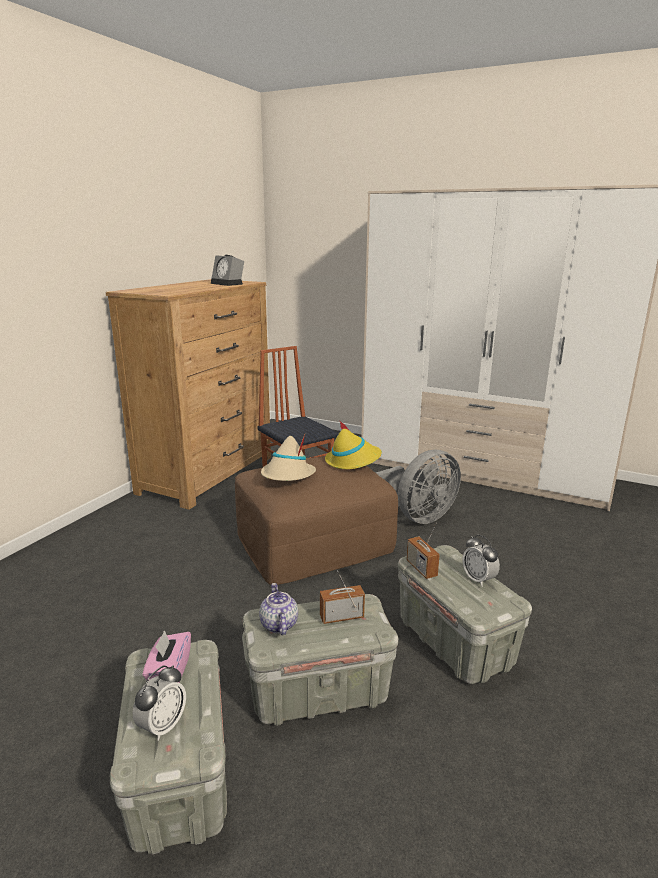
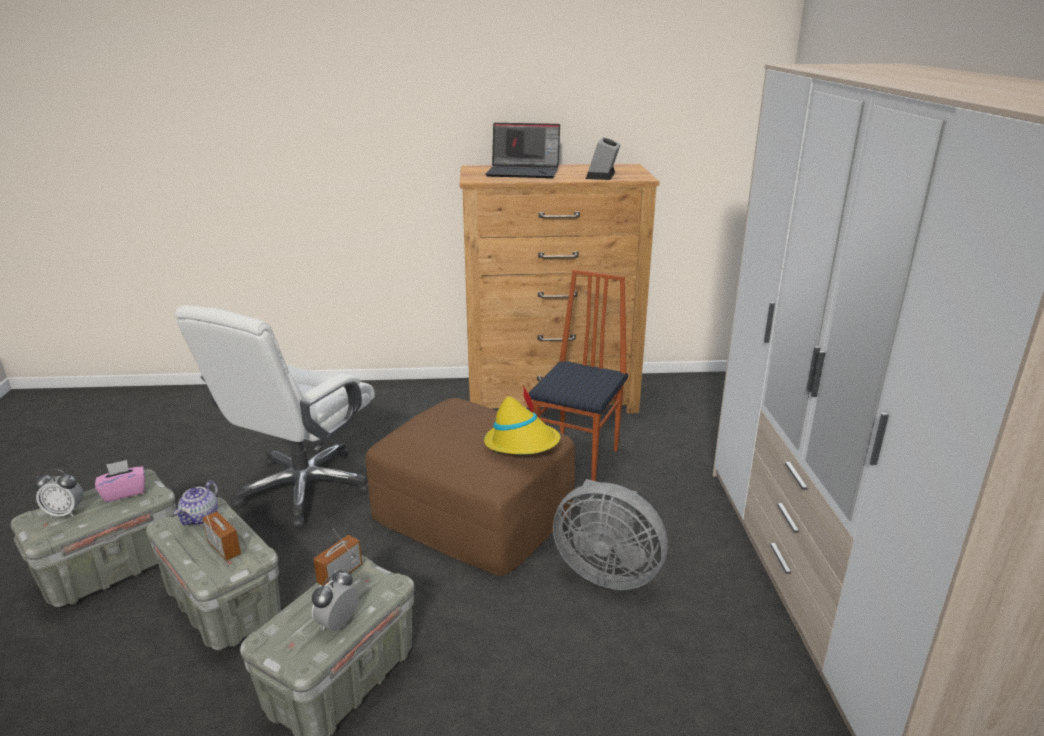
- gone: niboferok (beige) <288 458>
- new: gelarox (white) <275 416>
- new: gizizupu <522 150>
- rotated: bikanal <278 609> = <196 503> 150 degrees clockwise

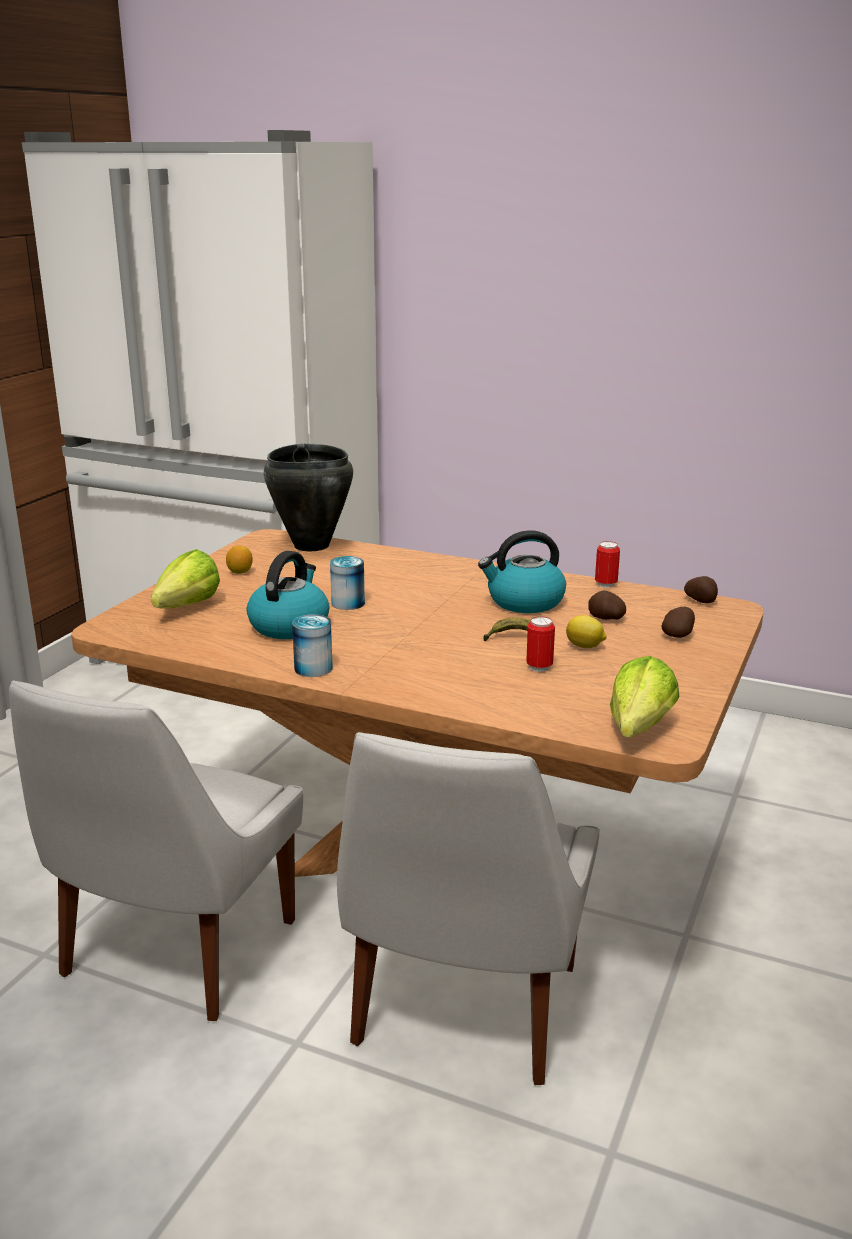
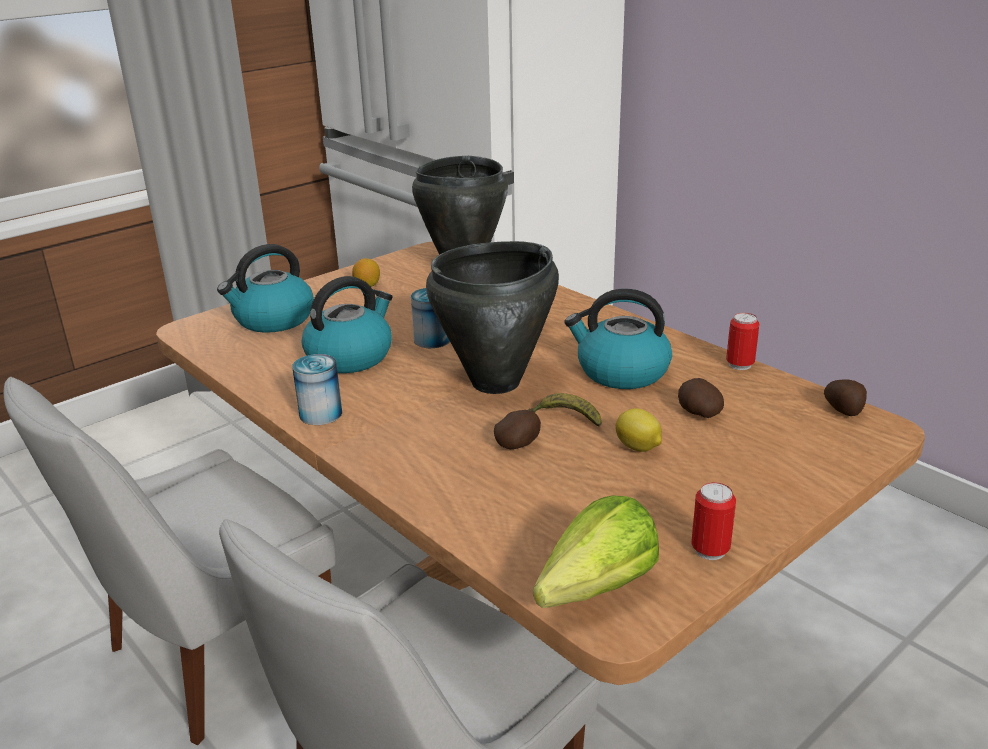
- new: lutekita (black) <492 317>
- shifted: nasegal <540 644> to <713 521>
- shifted: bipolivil <678 622> to <517 429>
- swapped: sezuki <185 579> to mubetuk <265 288>

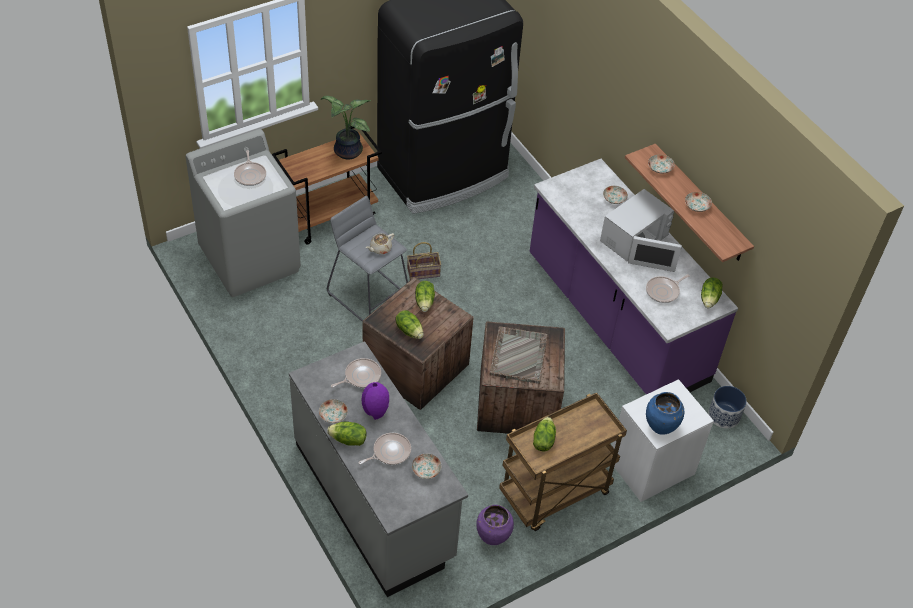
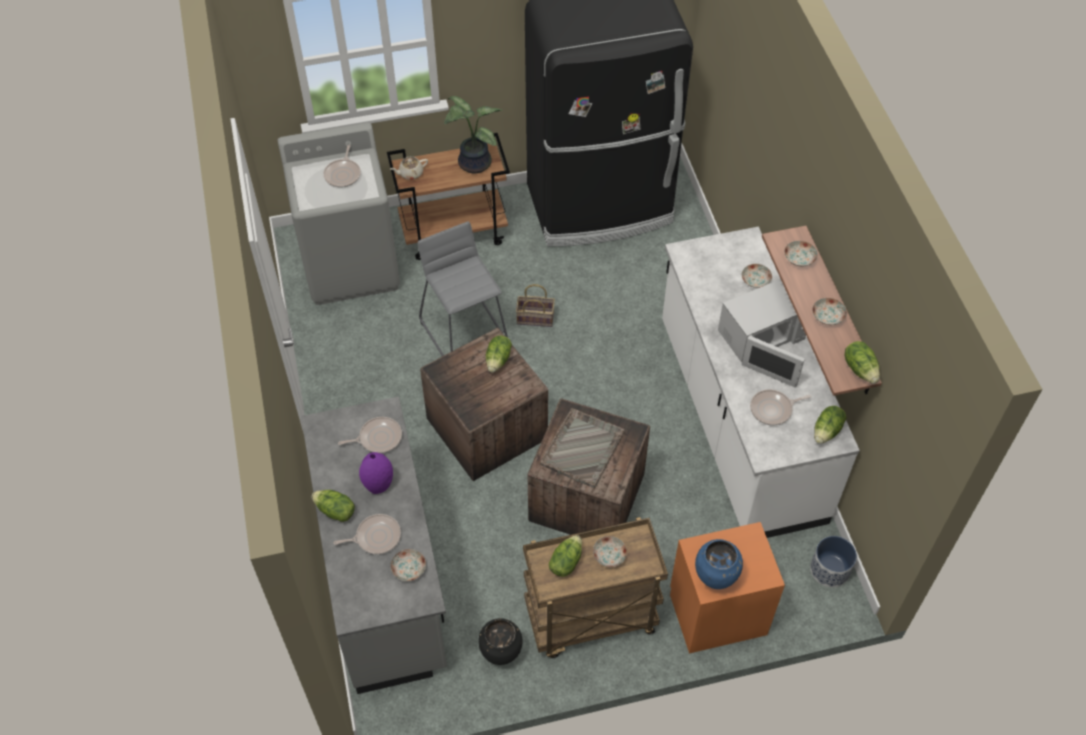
- shifted: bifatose <333 411> to <610 551>
- shifted: bikanal (beige) <380 243> to <409 168>
- shifted: sezuki <410 324> to <862 362>
- repainted: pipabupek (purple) <495 525> to pipabupek (black) <500 641>
- repainted: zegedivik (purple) <633 276> to zegedivik (white) <761 382>
- repainted: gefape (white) <663 440> to gefape (orange) <727 587>

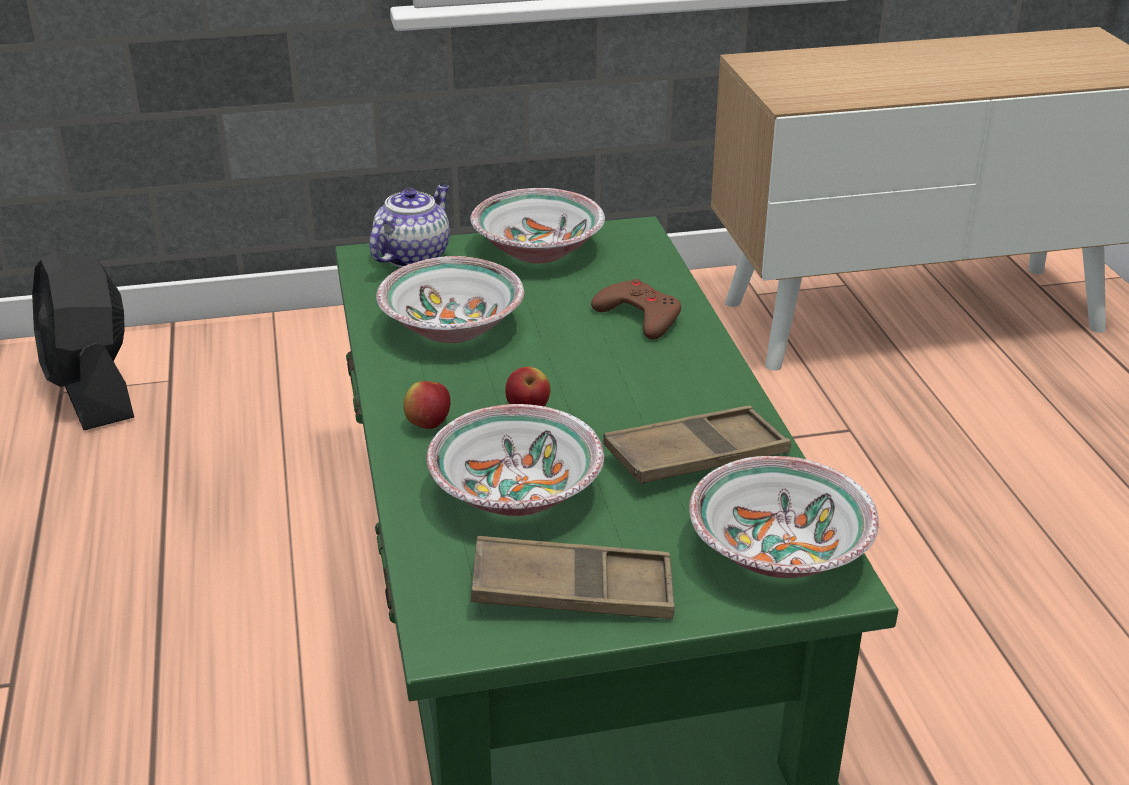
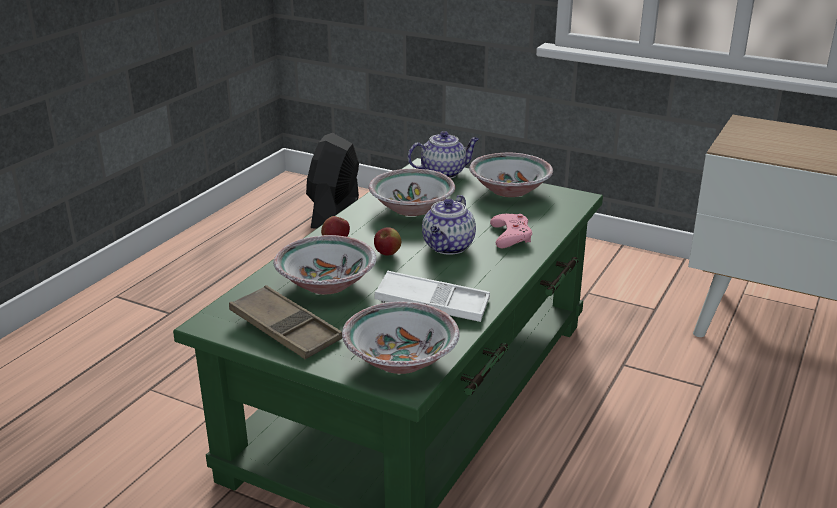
- new: bikanal <449 224>
- repainted: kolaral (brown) <636 309> to kolaral (pink) <511 231>
- repainted: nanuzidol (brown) <697 445> to nanuzidol (white) <432 296>

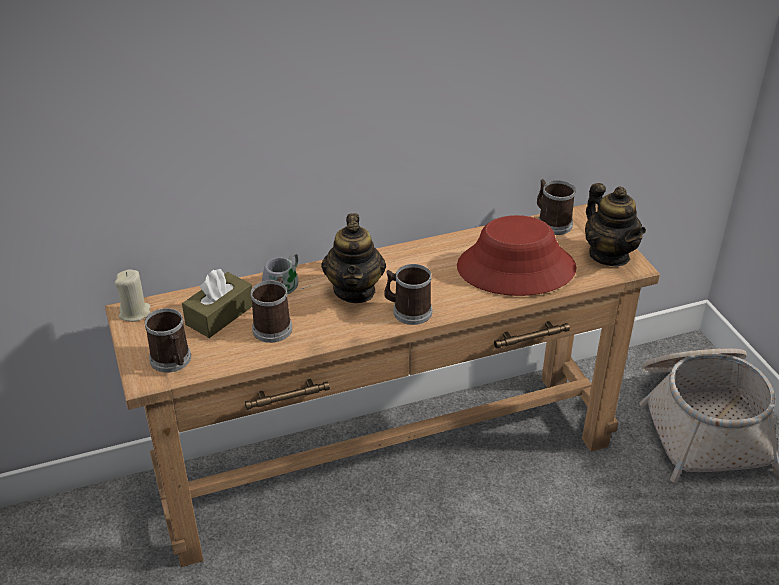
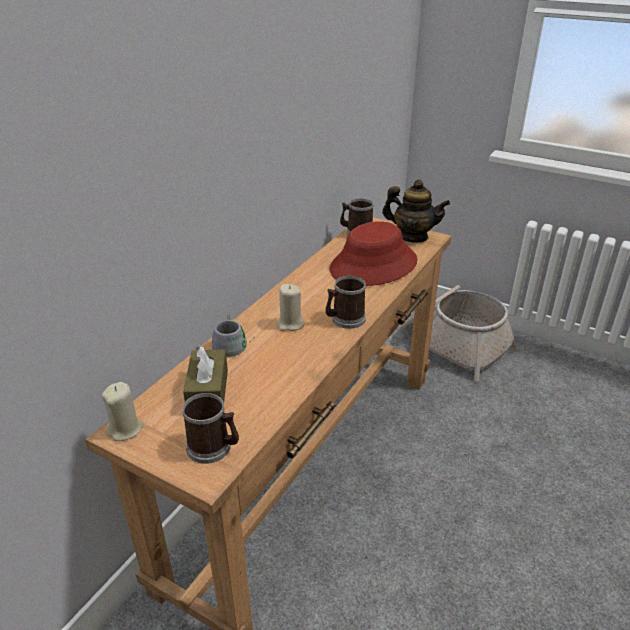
- gone: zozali <271 310>
- swapped: bikanal <353 258> to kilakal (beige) <291 307>

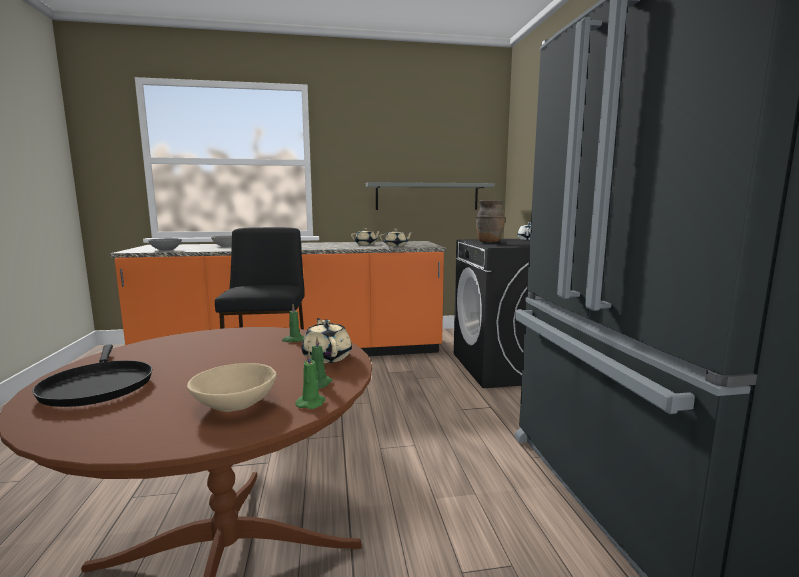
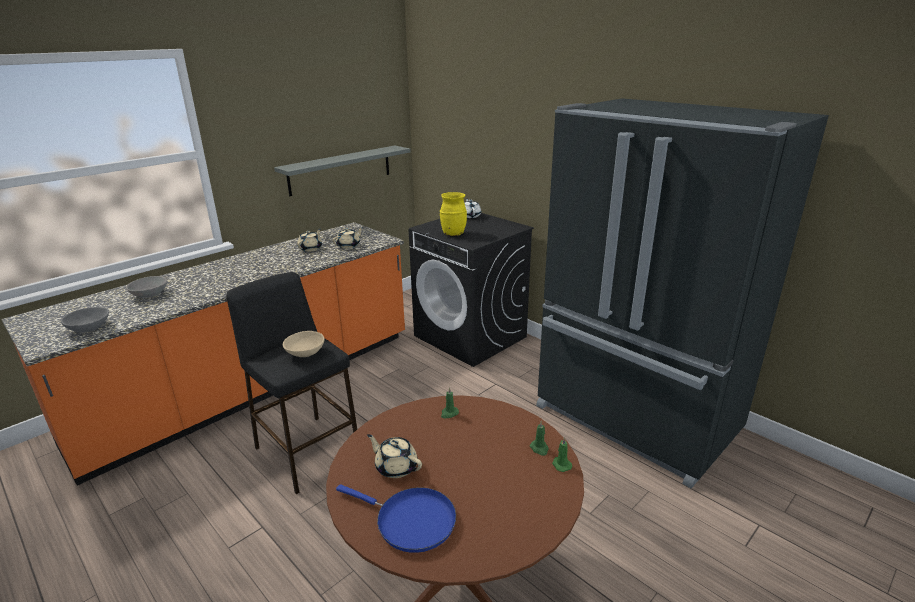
- shifted: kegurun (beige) <232 387> to <303 344>
- shifted: bikanal (beige) <327 340> to <394 456>
- repainted: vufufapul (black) <92 375> to vufufapul (blue) <396 518>
- repainted: pipabupek (brown) <490 221> to pipabupek (yellow) <453 214>

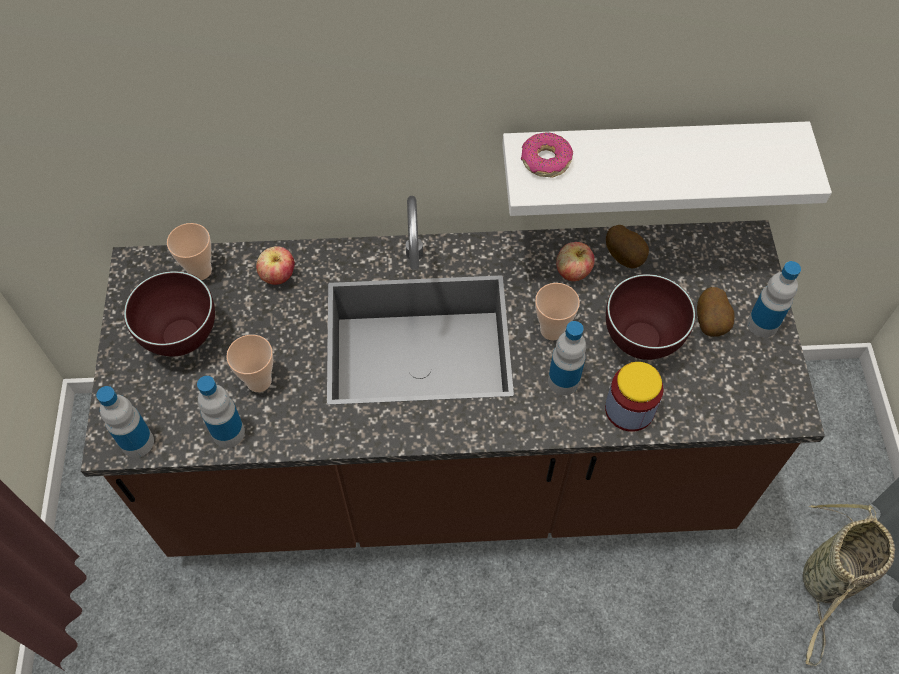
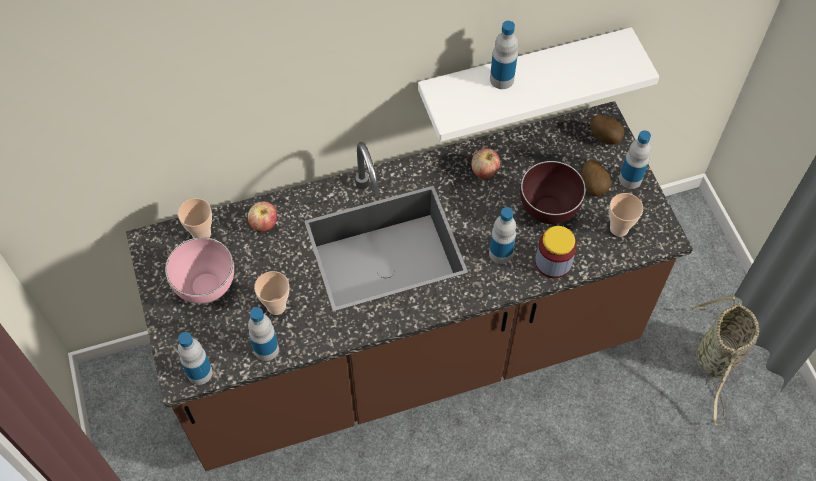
- gone: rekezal <547 154>
- new: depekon <504 55>
- shifted: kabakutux <557 312> to <626 215>
- shifted: bipolivil <627 247> to <607 129>
- repainted: kegurun (brown) <169 313> to kegurun (pink) <199 270>

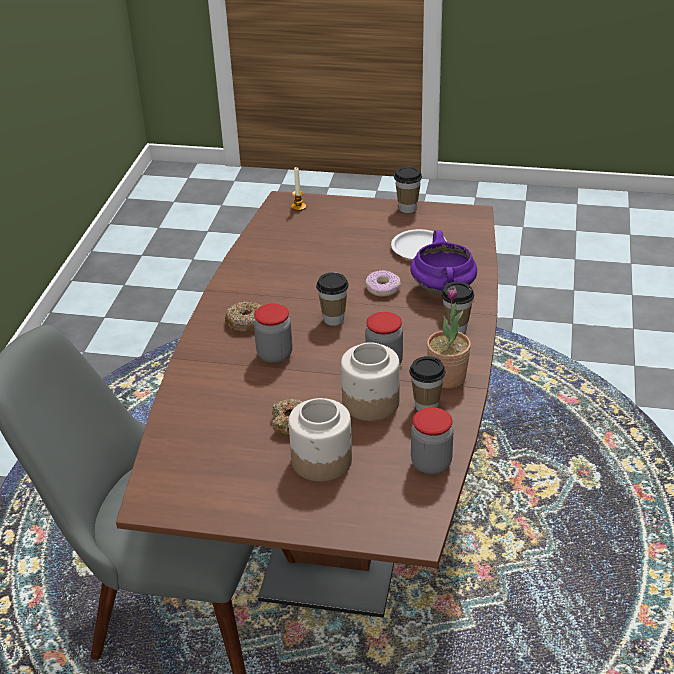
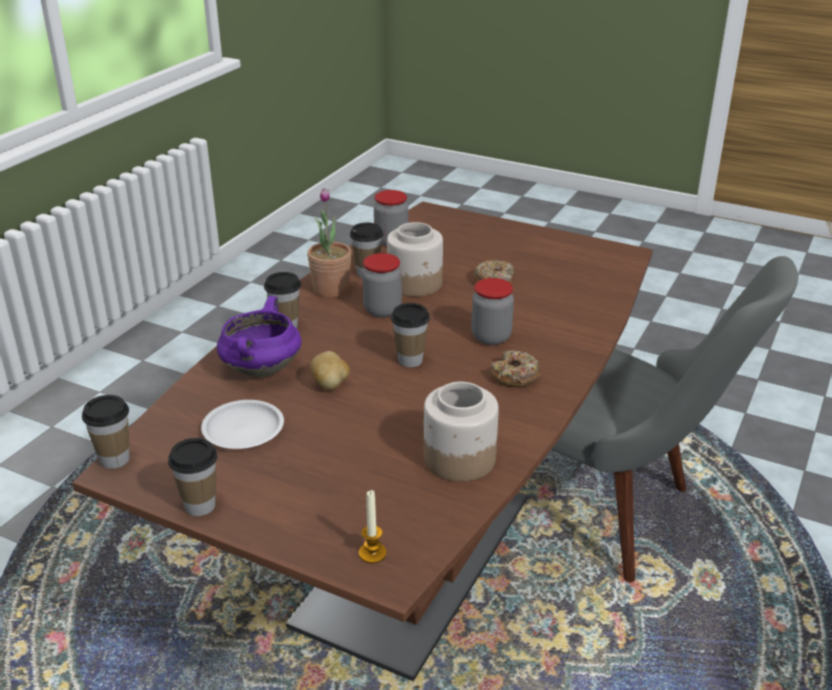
- new: kabakutux <106 432>
- shifted: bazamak <320 440> to <461 432>
- swapped: rekezal <383 283> to bipolivil <330 370>

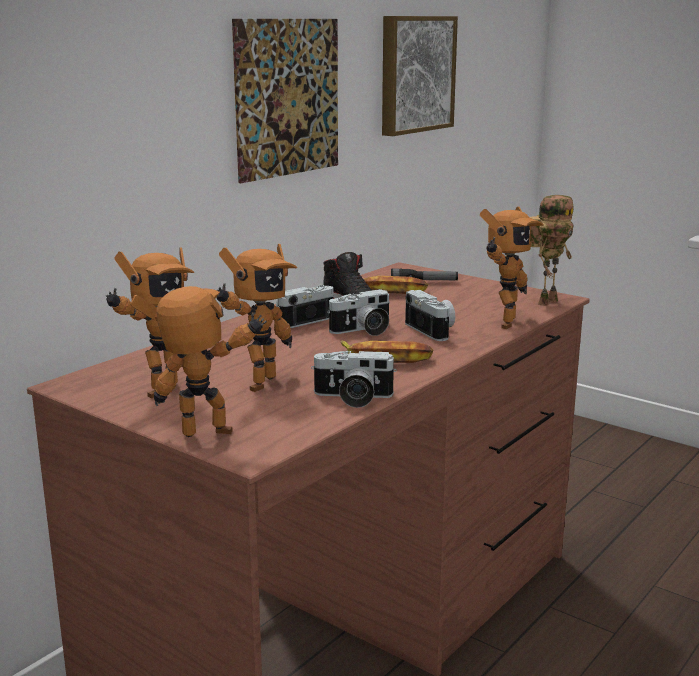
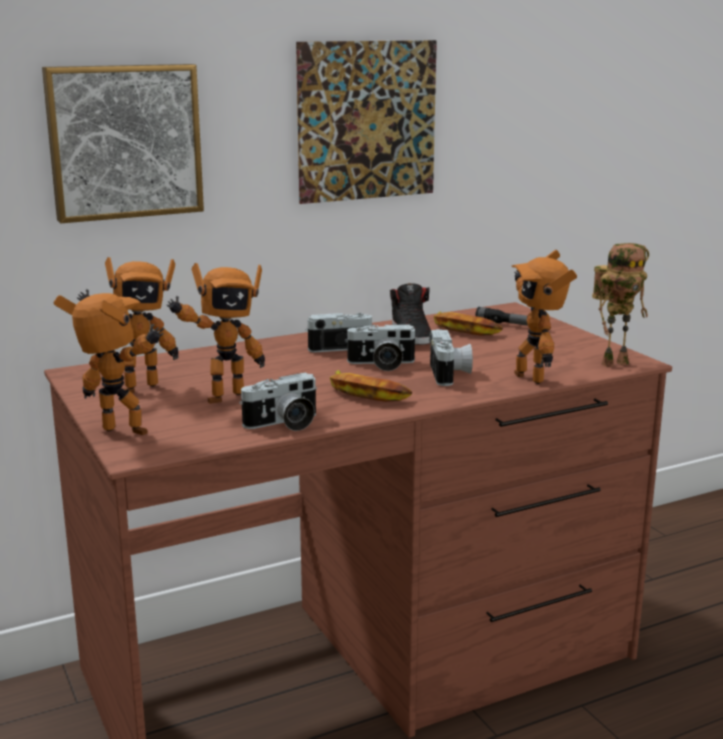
- shifted: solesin <420 76> to <123 143>
- rotated: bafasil <354 379> = <278 401> 60 degrees counterclockwise
- rotated: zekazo <512 268> = <544 317> 105 degrees clockwise

